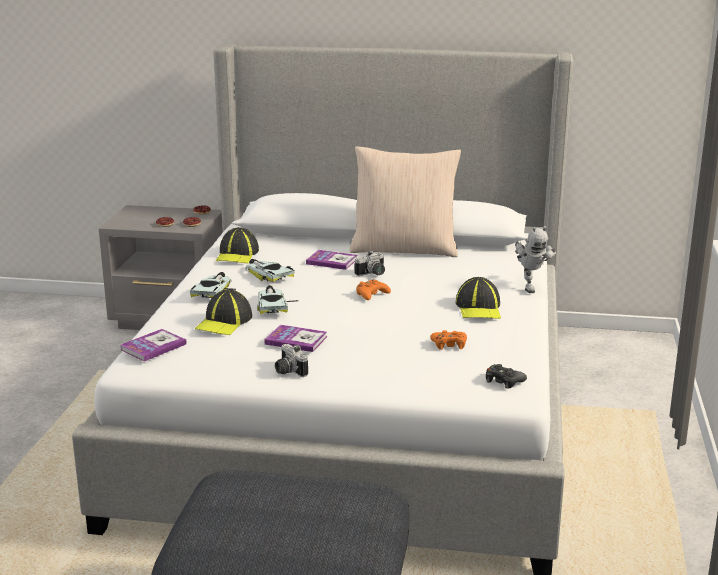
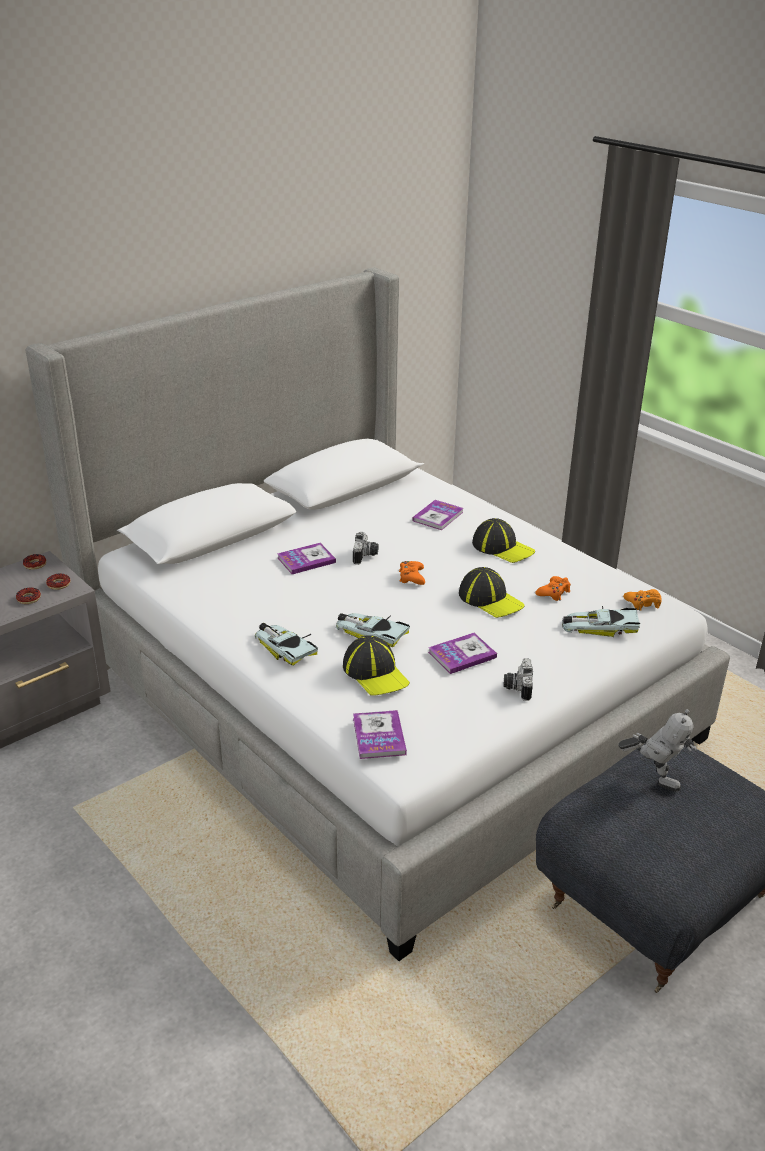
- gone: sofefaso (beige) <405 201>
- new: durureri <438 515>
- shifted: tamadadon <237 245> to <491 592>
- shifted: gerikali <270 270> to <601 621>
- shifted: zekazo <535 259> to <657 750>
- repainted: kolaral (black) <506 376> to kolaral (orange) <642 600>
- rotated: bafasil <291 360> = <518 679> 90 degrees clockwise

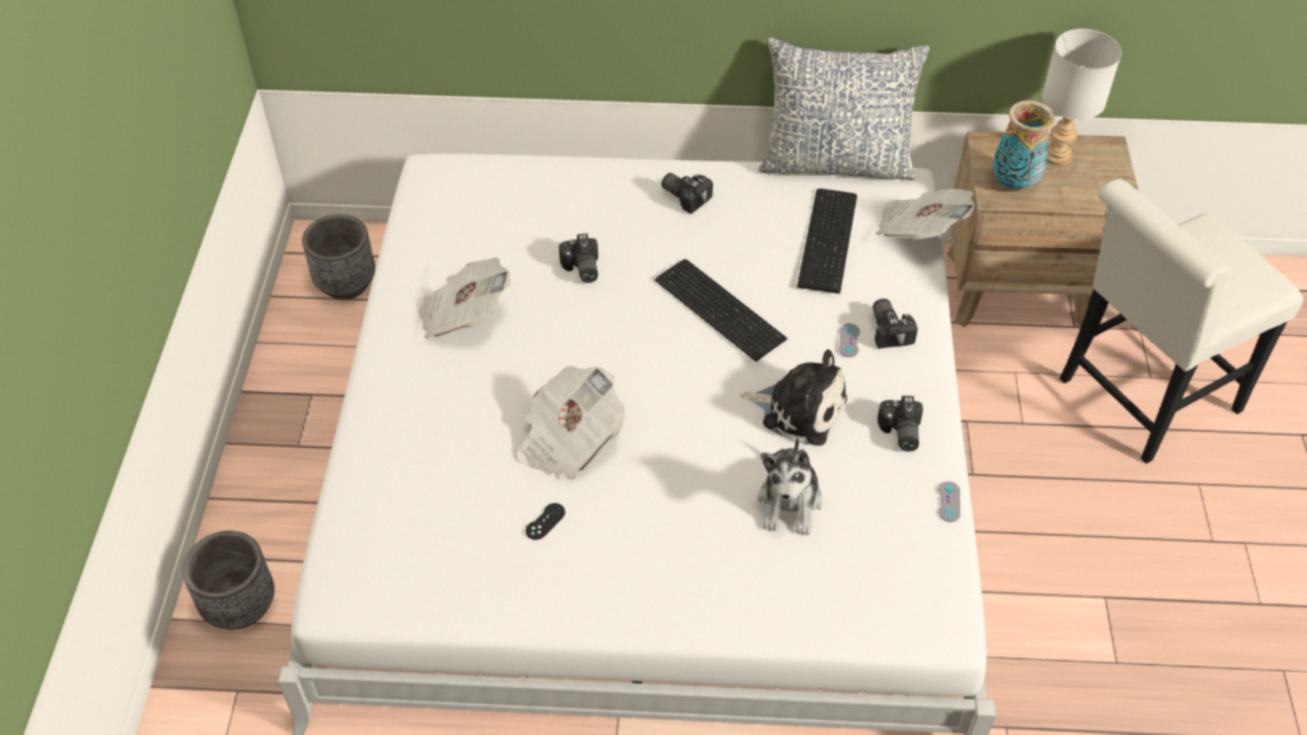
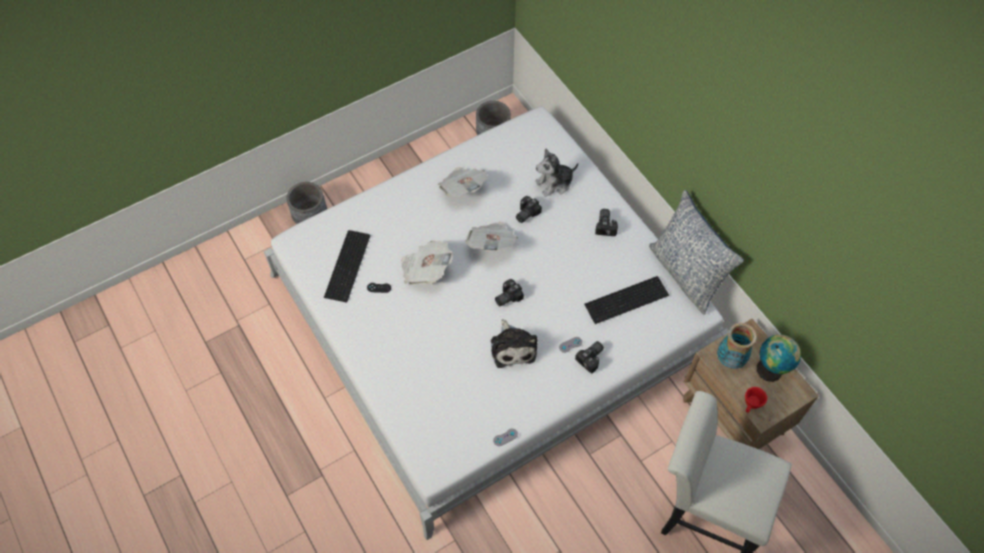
- new: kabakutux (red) <756 400>
- shifted: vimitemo <721 310> to <347 266>
- shifted: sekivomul <790 485> to <556 172>
- shifted: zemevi <925 213> to <492 237>
- shifted: bafasil <900 424> to <509 292>
- swapped: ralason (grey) <1082 97> to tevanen <779 358>

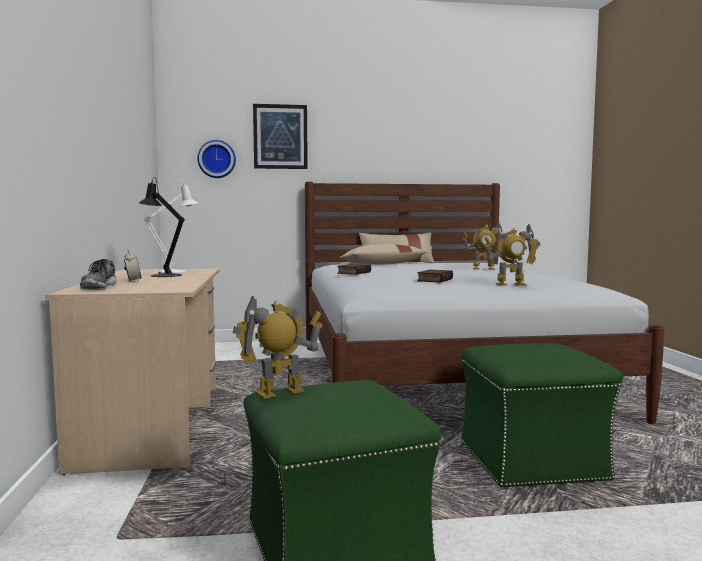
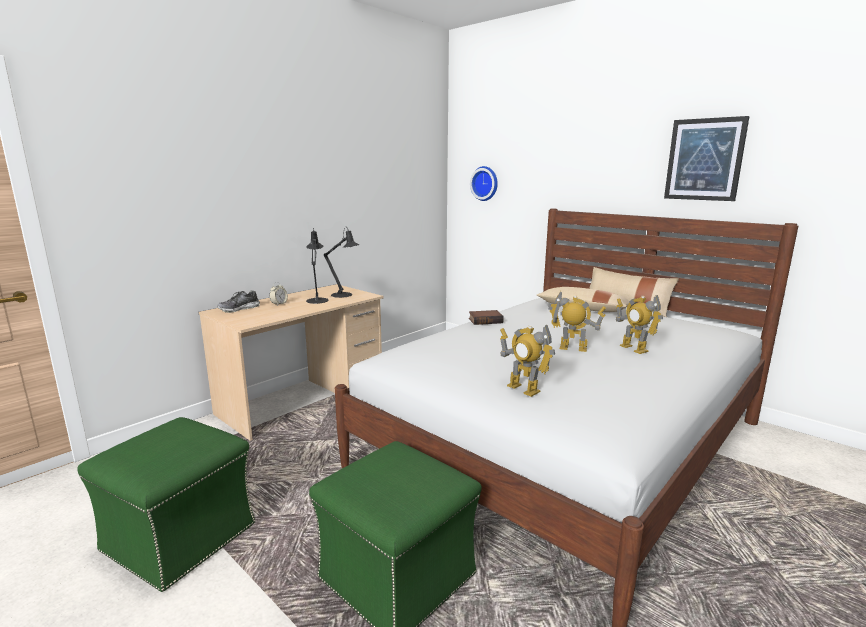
- gone: durureri <435 276>
- shifted: zekazo <278 347> to <577 321>
- shifted: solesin <280 136> to <707 158>
- repainted: ralason (white) <171 226> to ralason (black) <341 262>

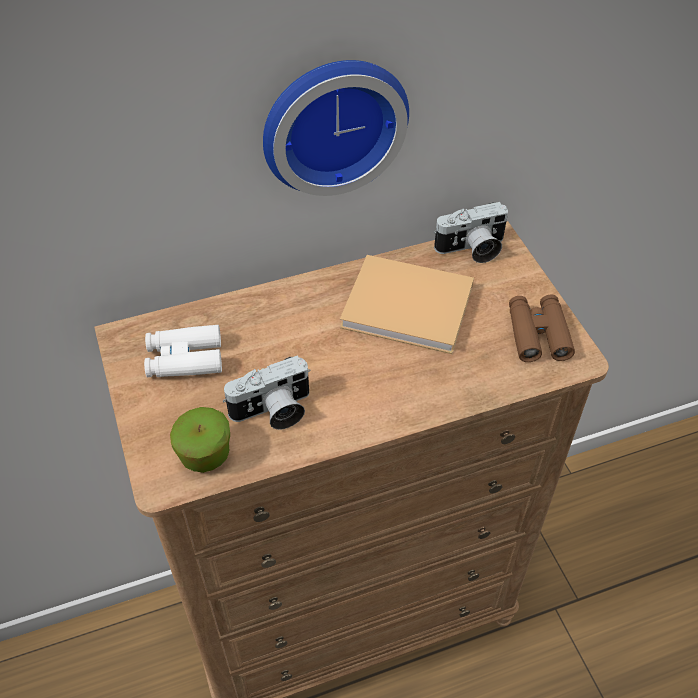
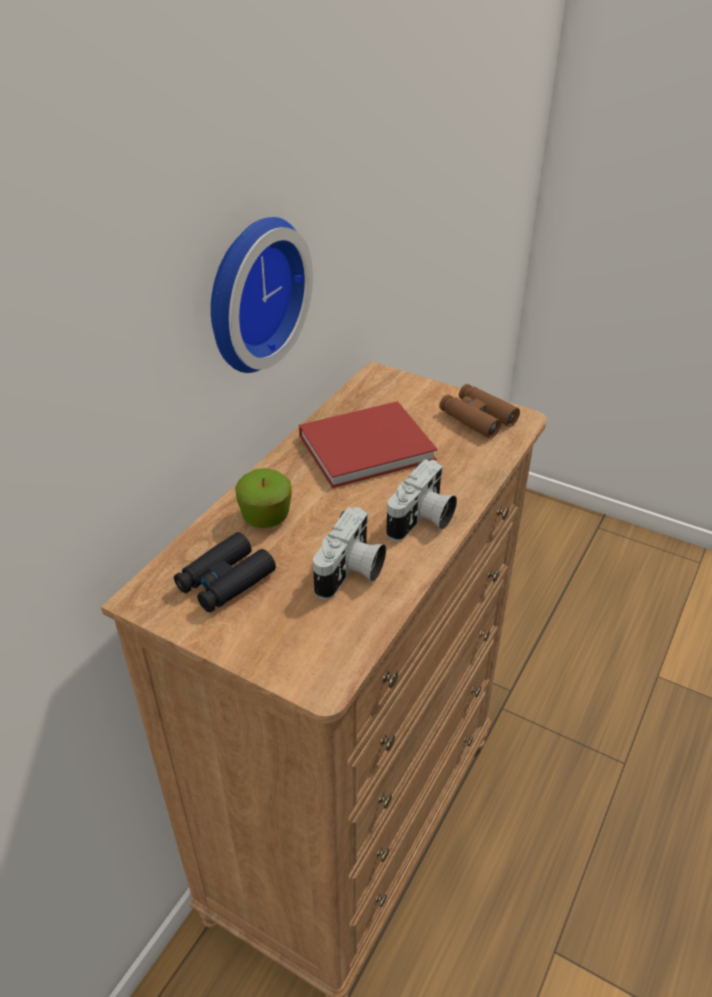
- shifted: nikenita <200 440> to <263 498>
- shifted: bafasil <471 232> to <421 500>
- repainted: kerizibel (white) <183 351> to kerizibel (black) <225 572>
- repainted: durureri (beige) <407 304> to durureri (red) <368 444>

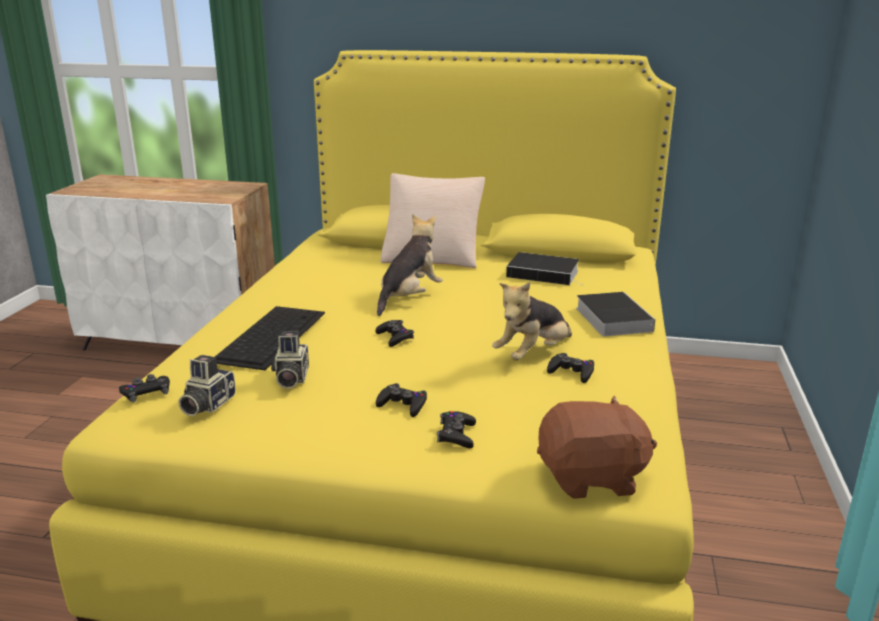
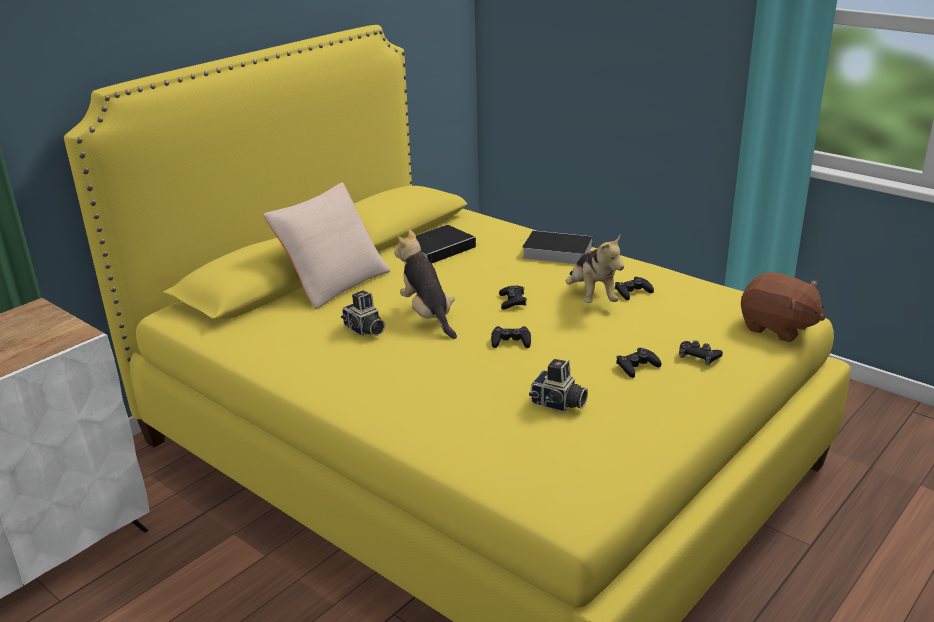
- gone: vimitemo <270 338>
- shifted: kolaral (black) <144 388> to <513 297>
- shifted: bafasil <207 385> to <363 313>
- rotated: sekivomul (brown) <597 447> = <783 307> 105 degrees clockwise

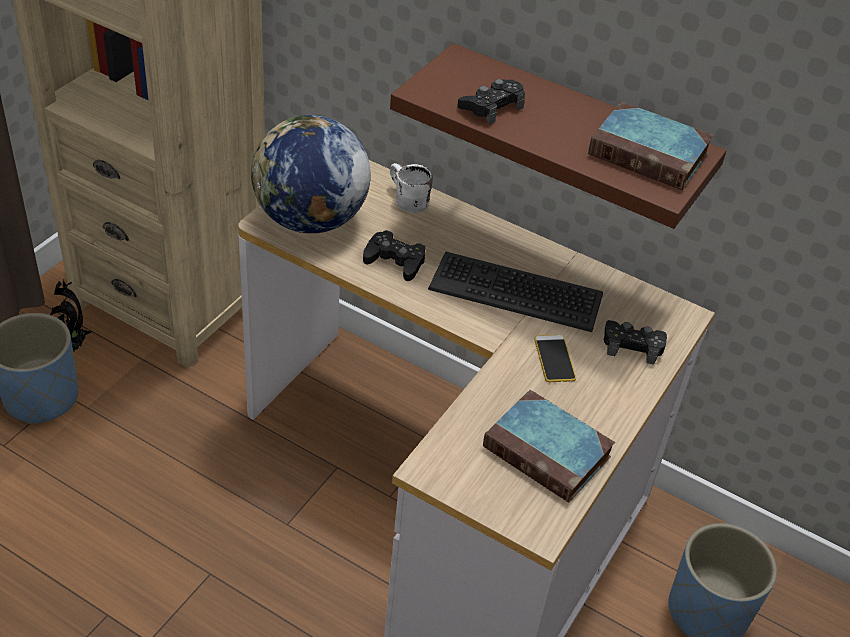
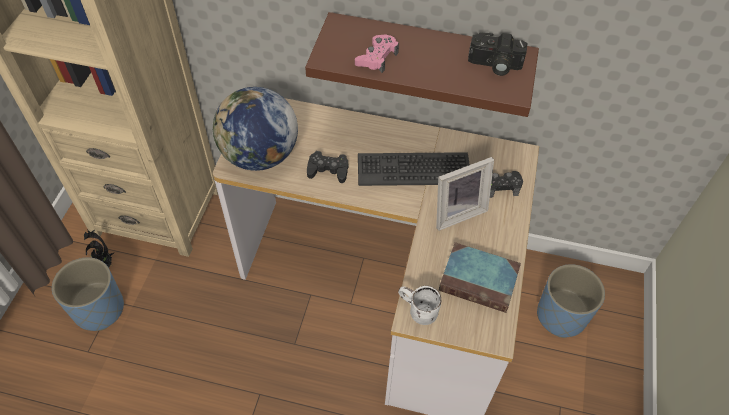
- shifted: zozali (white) <411 188> to <419 305>
- swapped: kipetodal <555 358> to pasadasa <465 194>
- swapped: durureri <651 145> to bafasil <497 54>
- repainted: kolaral (black) <491 102> to kolaral (pink) <377 53>

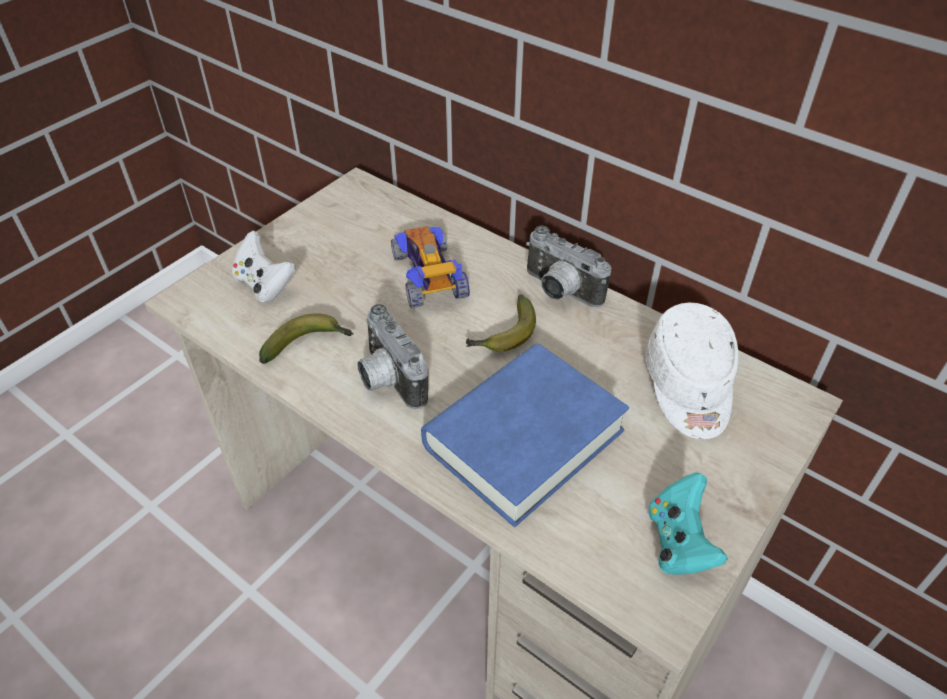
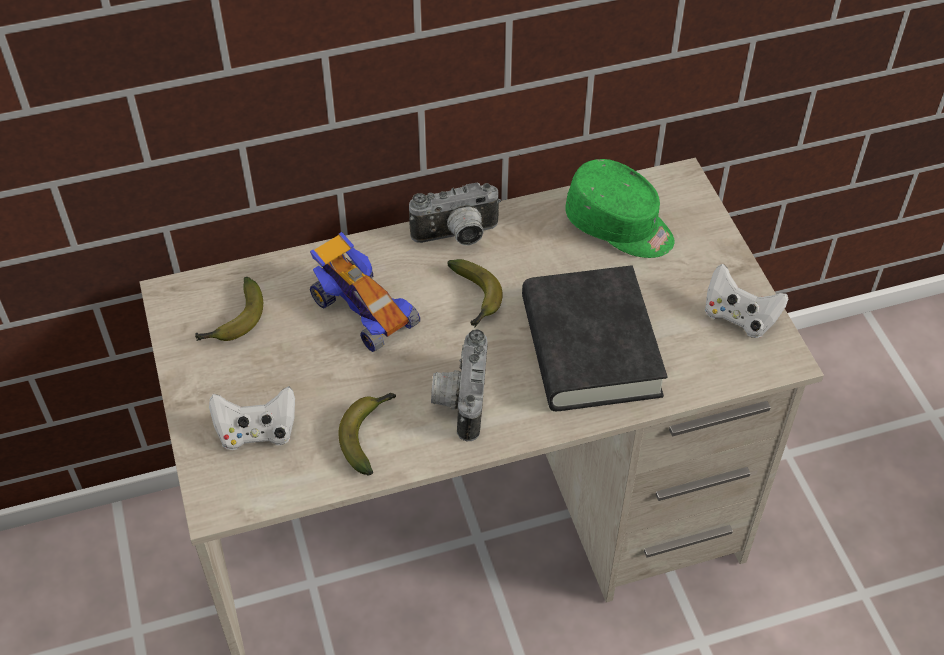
- new: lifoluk <229 309>
- repainted: durureri (blue) <525 435> to durureri (black) <594 338>
- repainted: tamadadon (white) <692 370> to tamadadon (green) <620 208>
- repainted: kolaral (turquoise) <688 524> to kolaral (white) <746 301>
- rotated: bafasil <392 356> = <459 385> 90 degrees clockwise
- rotated: gerikali <430 267> = <365 292> 150 degrees counterclockwise

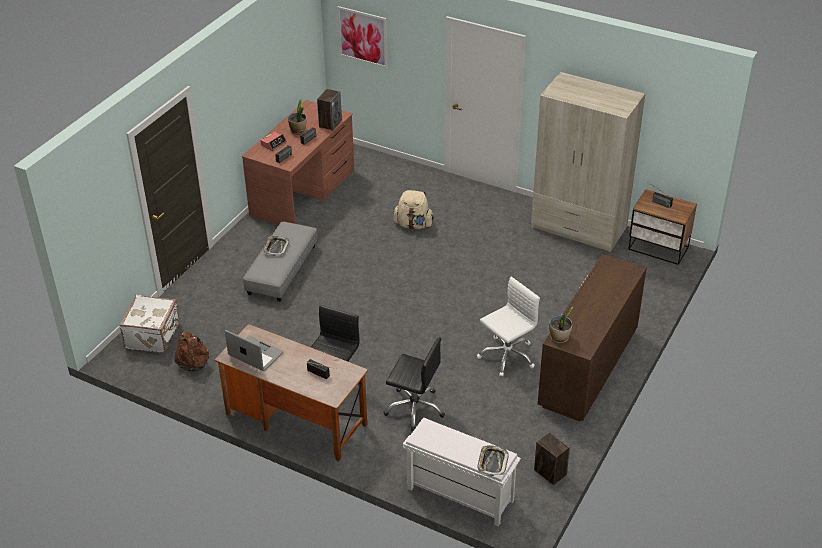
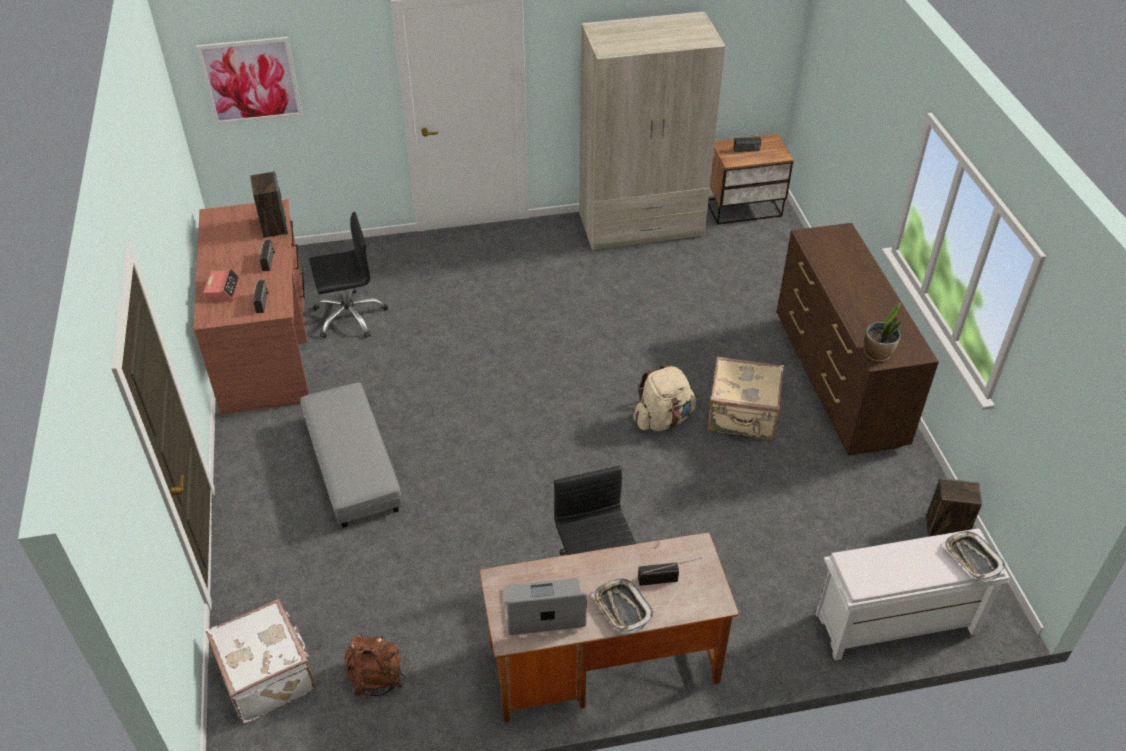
- gone: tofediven <297 117>
- shifted: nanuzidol <276 246> to <623 605>
- shifted: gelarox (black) <414 384> to <348 275>
- shifted: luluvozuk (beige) <414 209> to <664 397>
- swapped: gelarox (white) <508 327> to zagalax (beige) <746 398>

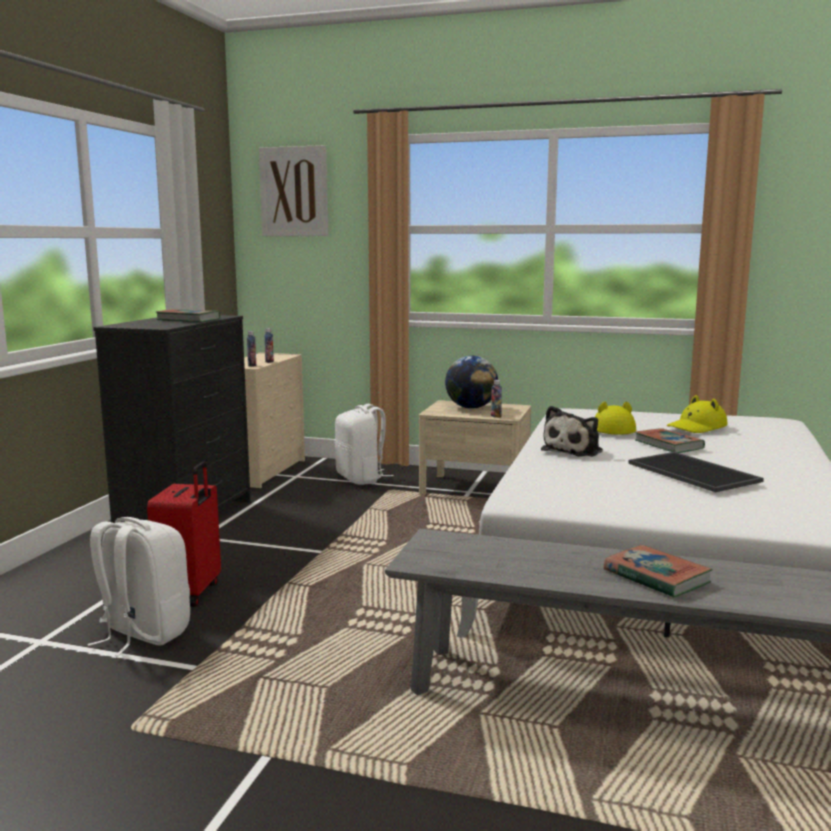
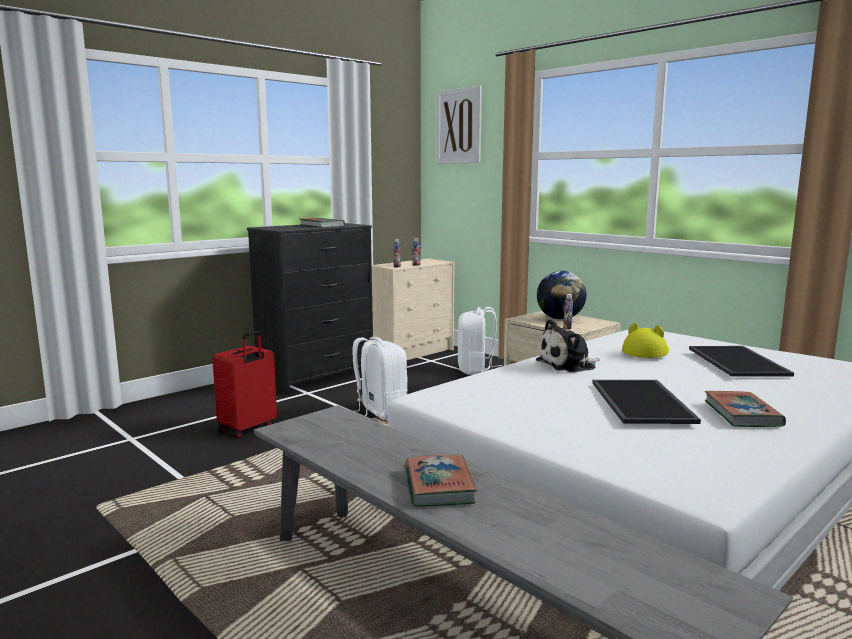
- shifted: luluvozuk (white) <138 587> to <379 378>
- shifted: durureri <670 440> to <745 409>
- swapped: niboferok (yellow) <697 414> to nanuzidol <741 361>

